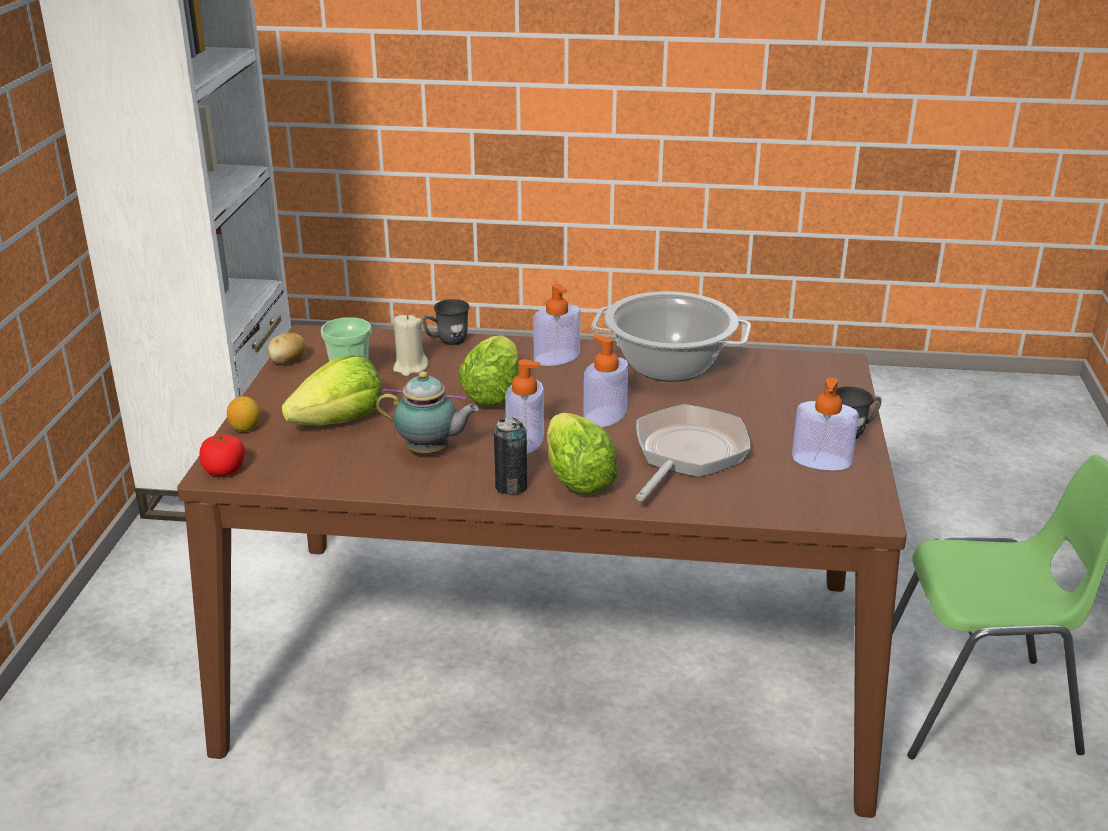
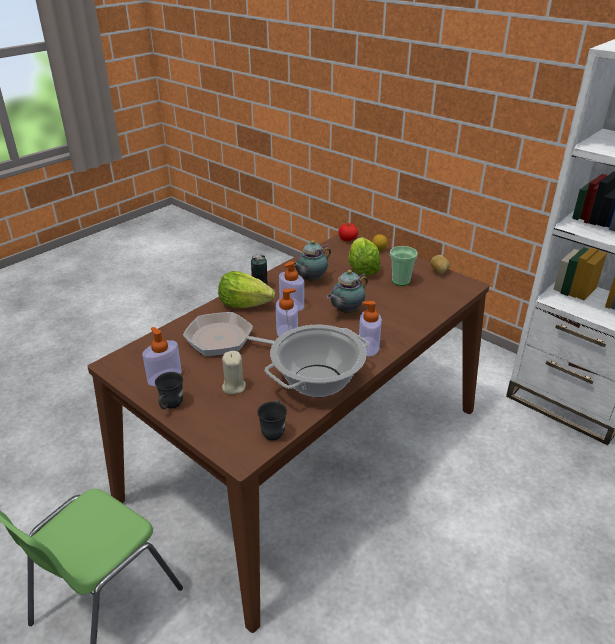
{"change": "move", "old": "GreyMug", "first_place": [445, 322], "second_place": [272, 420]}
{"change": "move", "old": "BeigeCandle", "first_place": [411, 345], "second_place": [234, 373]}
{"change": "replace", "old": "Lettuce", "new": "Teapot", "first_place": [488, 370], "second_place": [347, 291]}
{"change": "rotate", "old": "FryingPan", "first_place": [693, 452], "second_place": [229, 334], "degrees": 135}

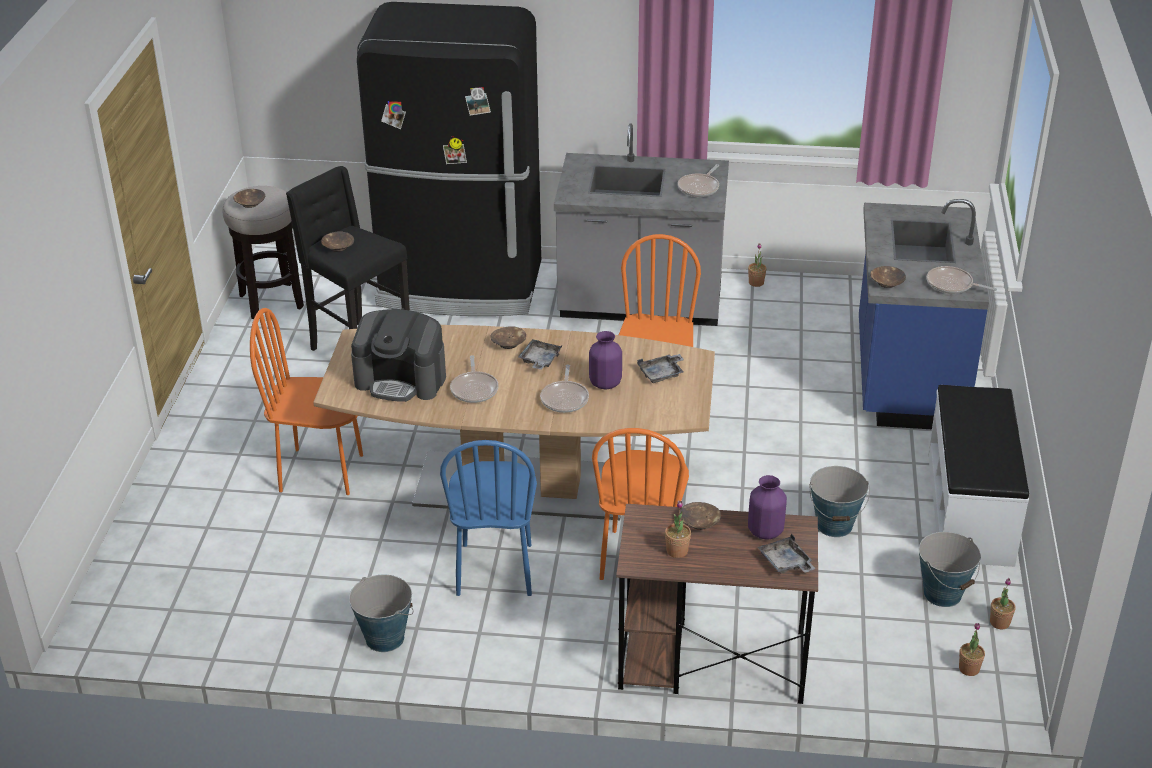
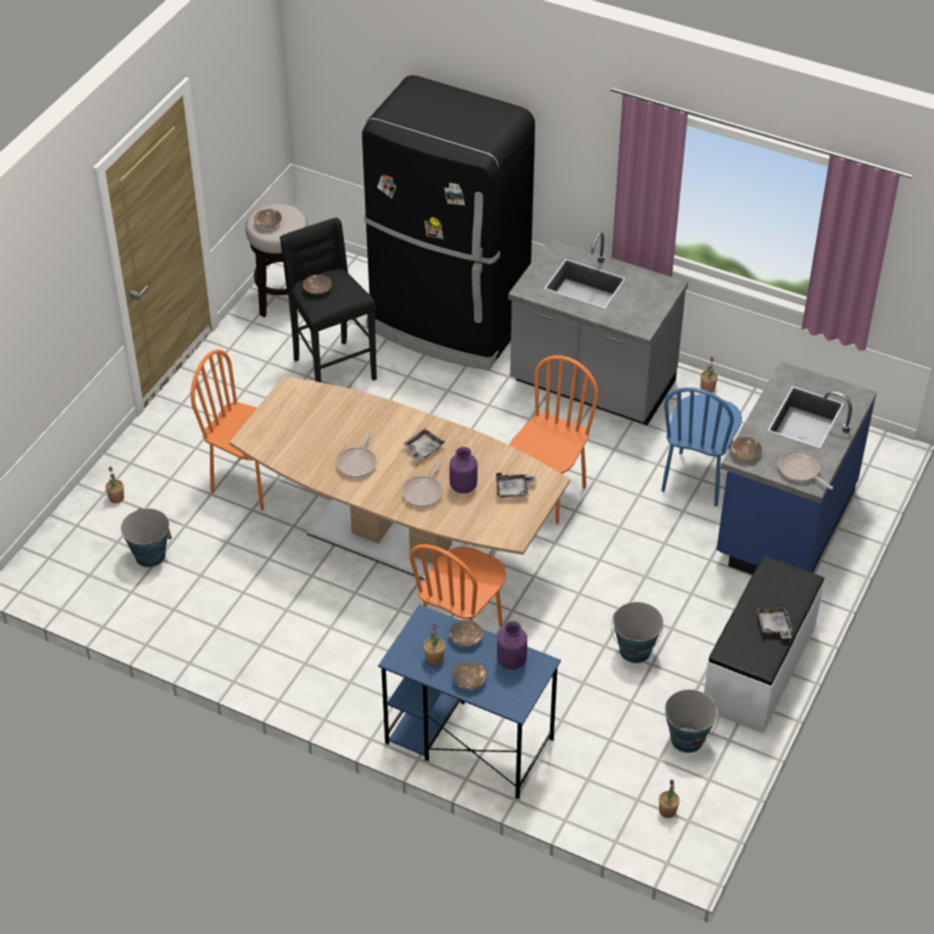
{"change": "delete", "old": "FryingPan", "first_place": [698, 180]}
{"change": "delete", "old": "CoffeeMachine", "first_place": [398, 355]}
{"change": "move", "old": "BrownBowl", "first_place": [508, 337], "second_place": [469, 675]}
{"change": "move", "old": "BlueChair", "first_place": [488, 518], "second_place": [701, 446]}
{"change": "recolor", "old": "BrownDesk", "new": "BlueDesk", "first_place": [717, 604], "second_place": [469, 701]}
{"change": "move", "old": "GreyTray", "first_place": [786, 554], "second_place": [775, 622]}
{"change": "move", "old": "Bucket", "first_place": [381, 613], "second_place": [146, 537]}
{"change": "move", "old": "PottedPlant", "first_place": [1003, 603], "second_place": [114, 485]}

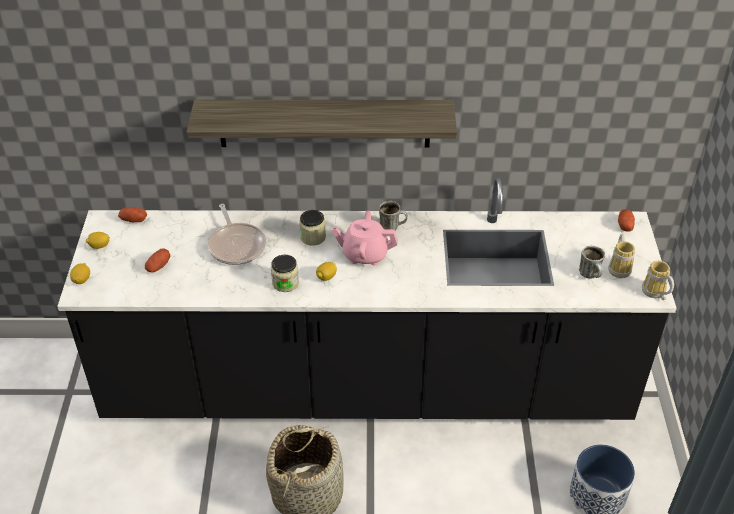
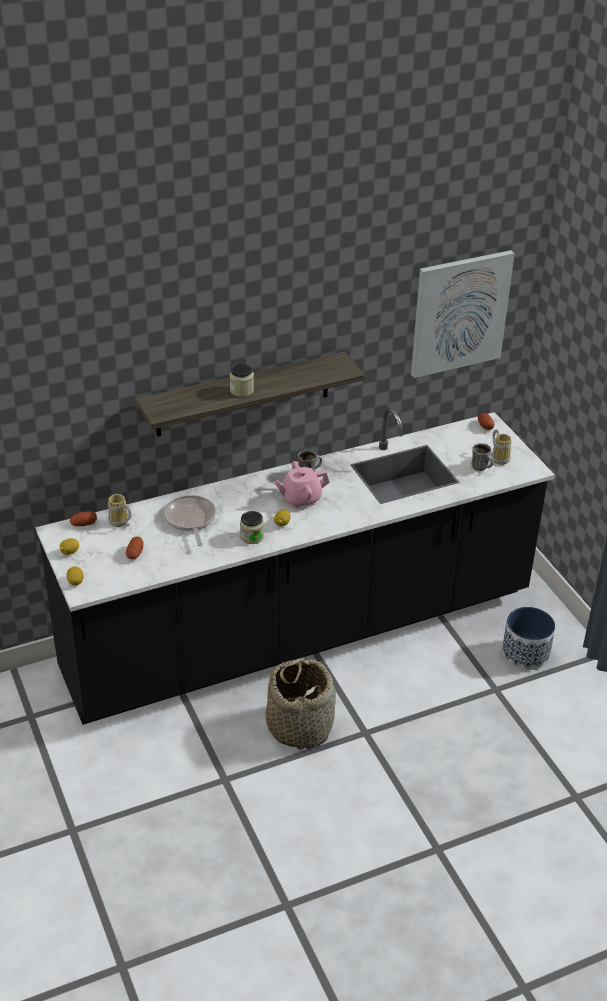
{"change": "rotate", "old": "FryingPan", "first_place": [237, 234], "second_place": [189, 520], "degrees": -150}
{"change": "move", "old": "Jar", "first_place": [312, 228], "second_place": [242, 380]}
{"change": "move", "old": "Mug", "first_place": [658, 280], "second_place": [120, 510]}
{"change": "insert", "new": "Picture", "second_place": [463, 314]}

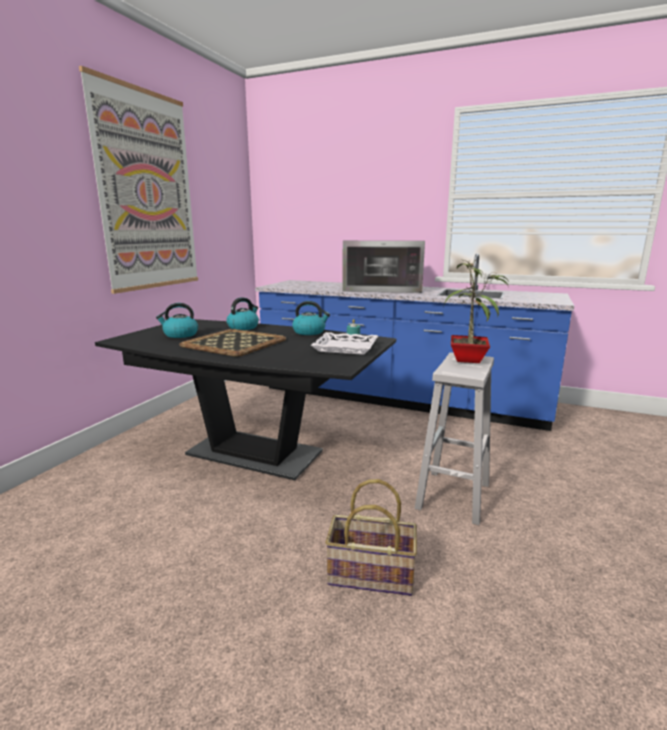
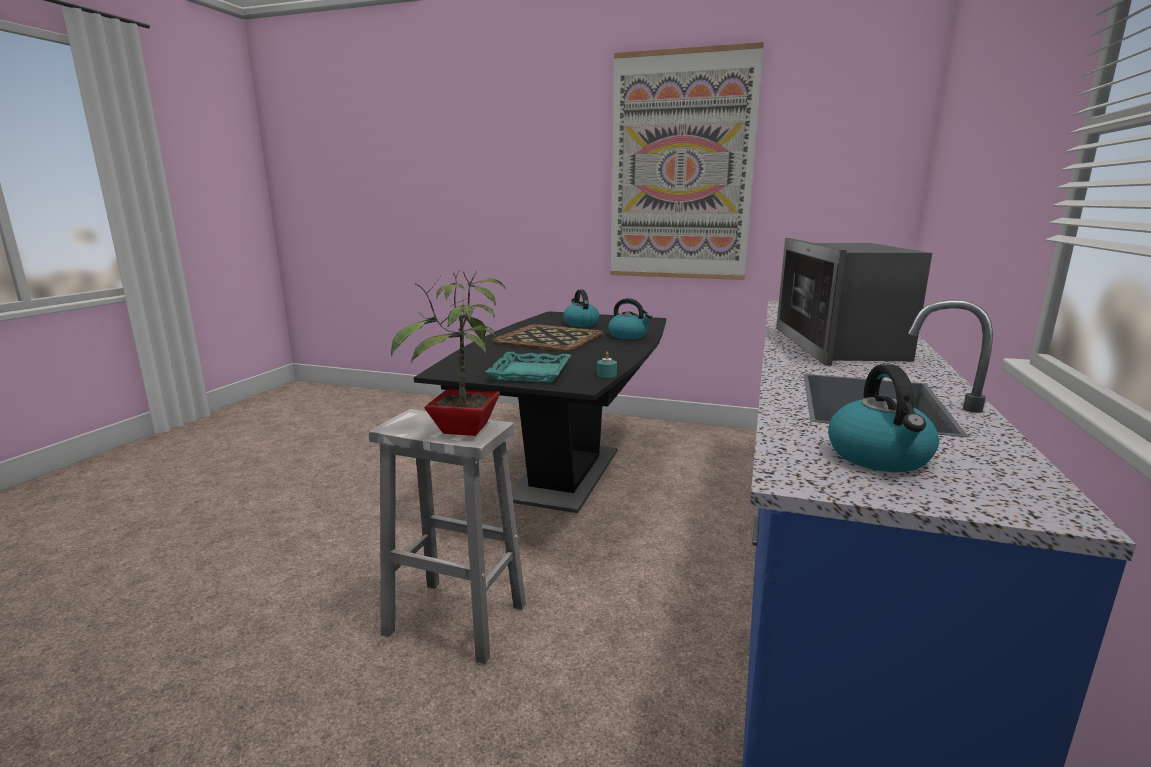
{"change": "move", "old": "Kettle", "first_place": [311, 318], "second_place": [883, 418]}
{"change": "recolor", "old": "WhiteTray", "new": "TurquoiseTray", "first_place": [344, 343], "second_place": [528, 367]}
{"change": "delete", "old": "Basket", "first_place": [371, 537]}

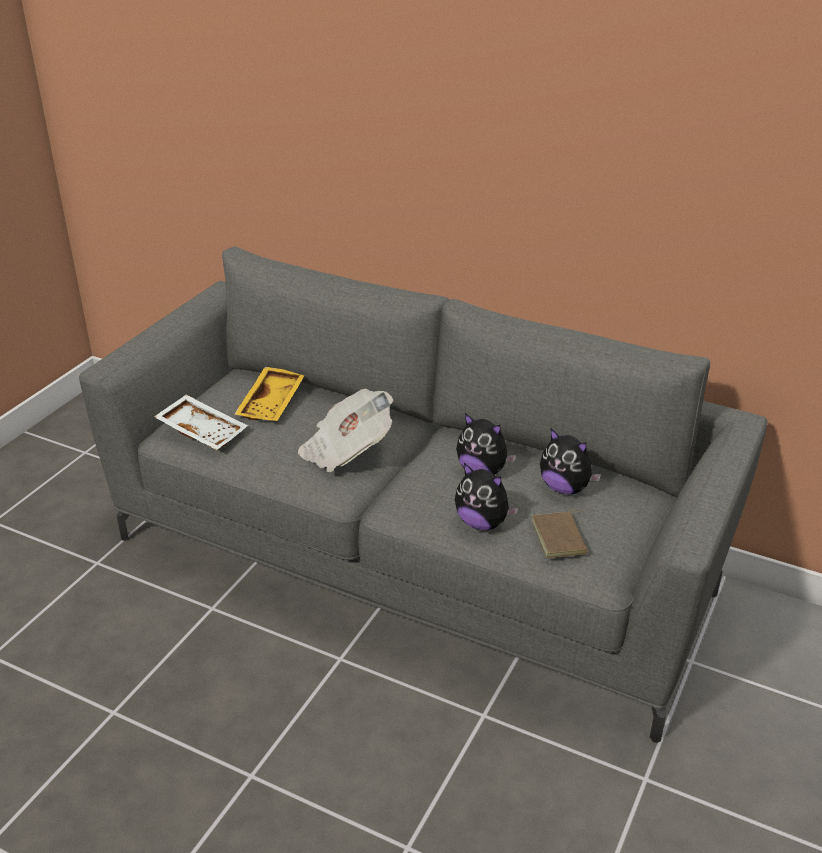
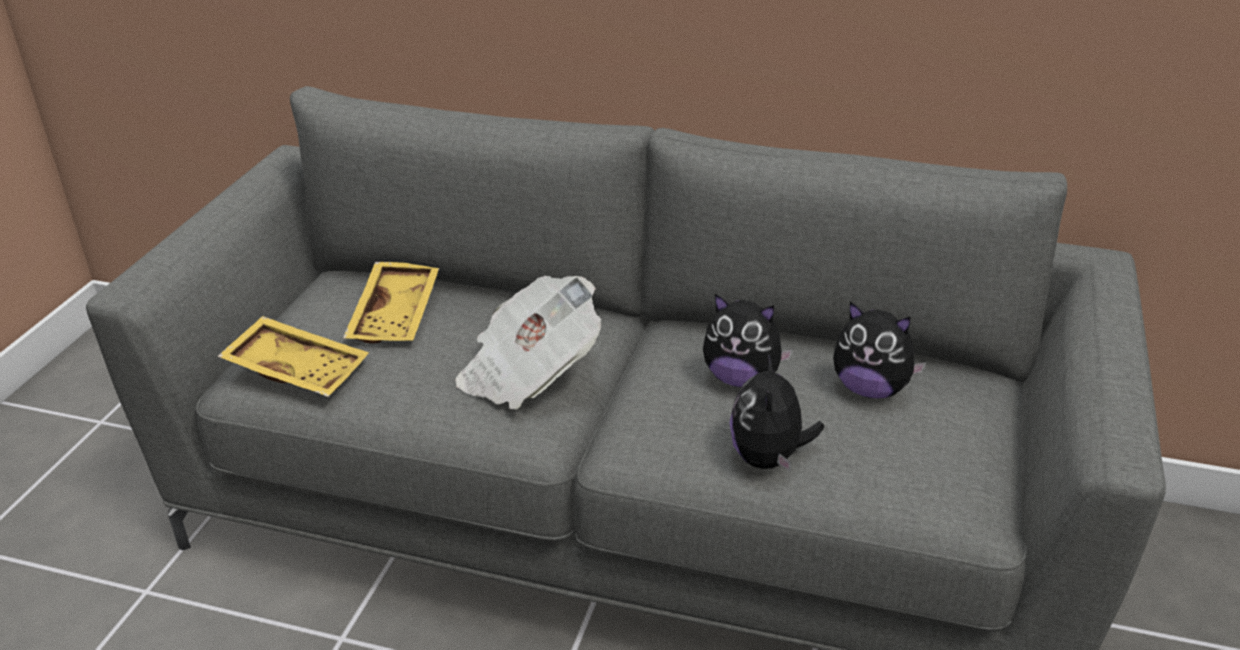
{"change": "recolor", "old": "WhiteTray", "new": "YellowTray", "first_place": [201, 422], "second_place": [293, 356]}
{"change": "rotate", "old": "PlushToy", "first_place": [486, 496], "second_place": [777, 412], "degrees": 75}
{"change": "delete", "old": "BrownBook", "first_place": [560, 533]}

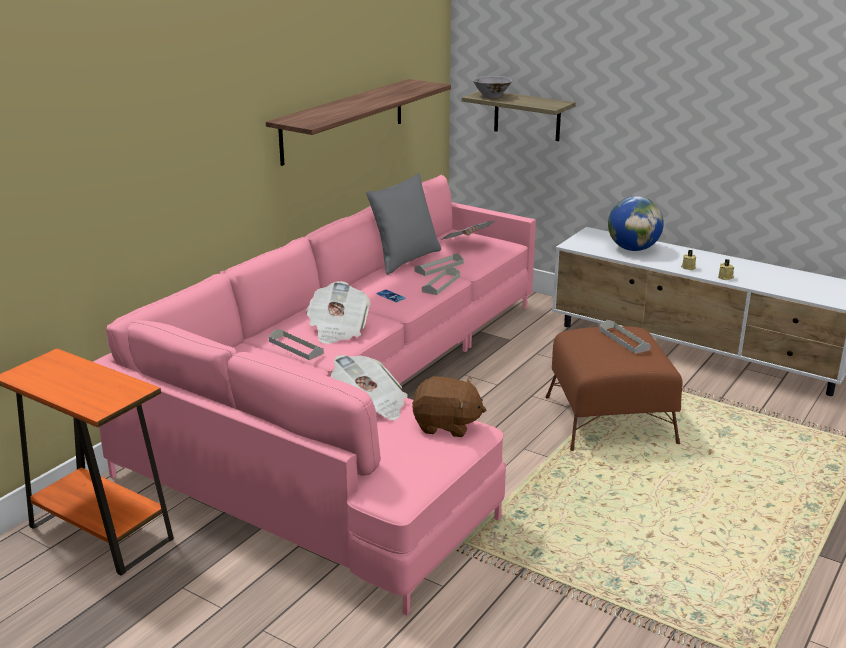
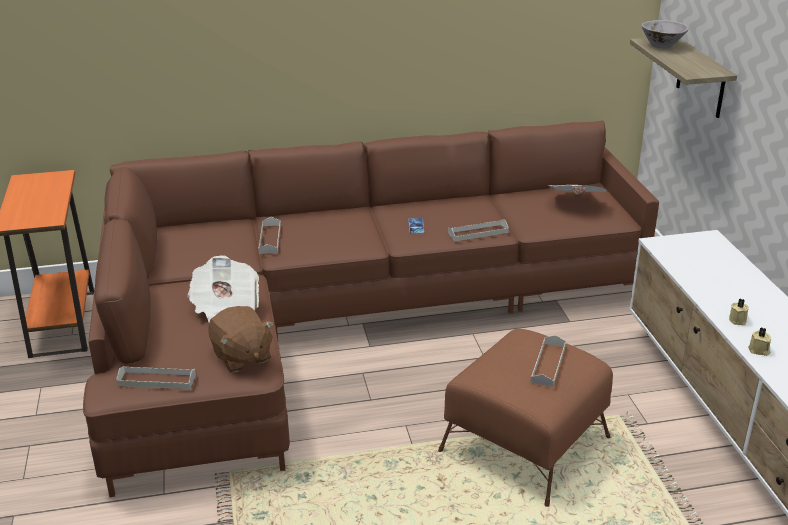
{"change": "delete", "old": "Shelf", "first_place": [358, 122]}
{"change": "delete", "old": "GreyPillow", "first_place": [403, 224]}
{"change": "recolor", "old": "PinkSofa", "new": "BrownSofa", "first_place": [314, 395], "second_place": [371, 309]}
{"change": "delete", "old": "Globe", "first_place": [636, 223]}
{"change": "move", "old": "GreyTray", "first_place": [439, 264], "second_place": [156, 377]}
{"change": "delete", "old": "Newspaper", "first_place": [338, 312]}

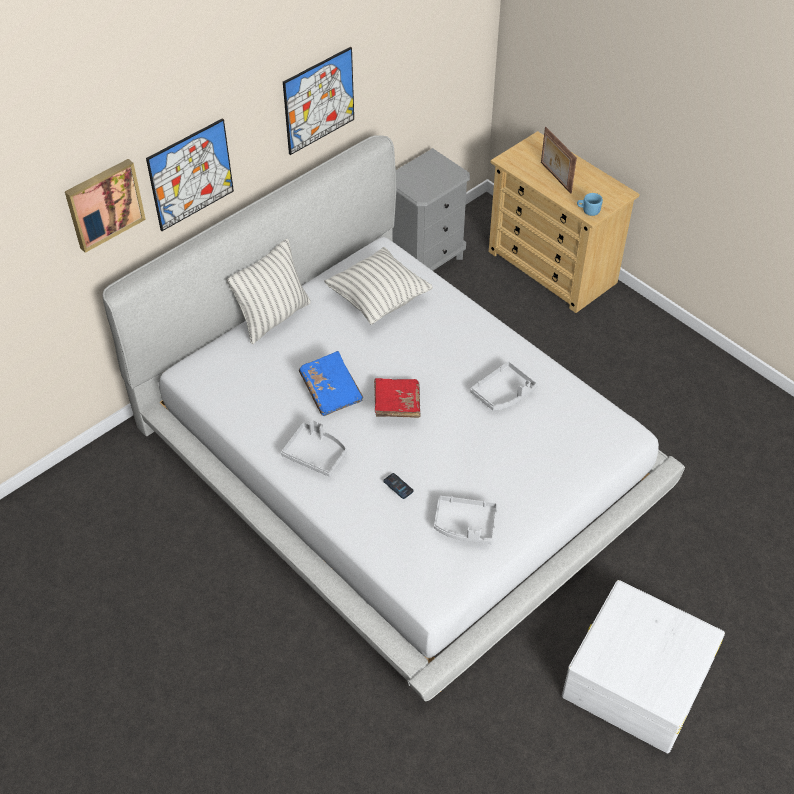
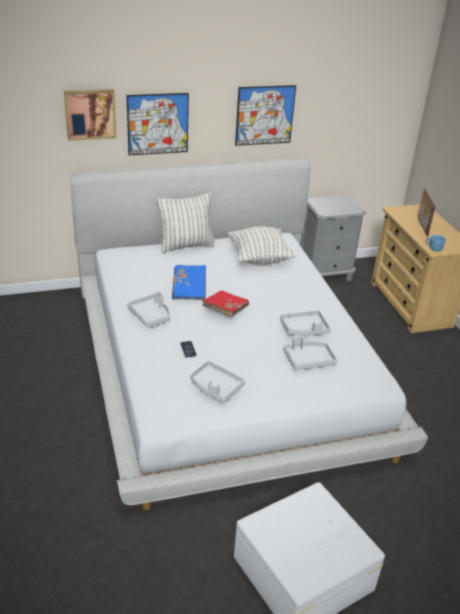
{"change": "insert", "new": "GreyTray", "second_place": [310, 353]}

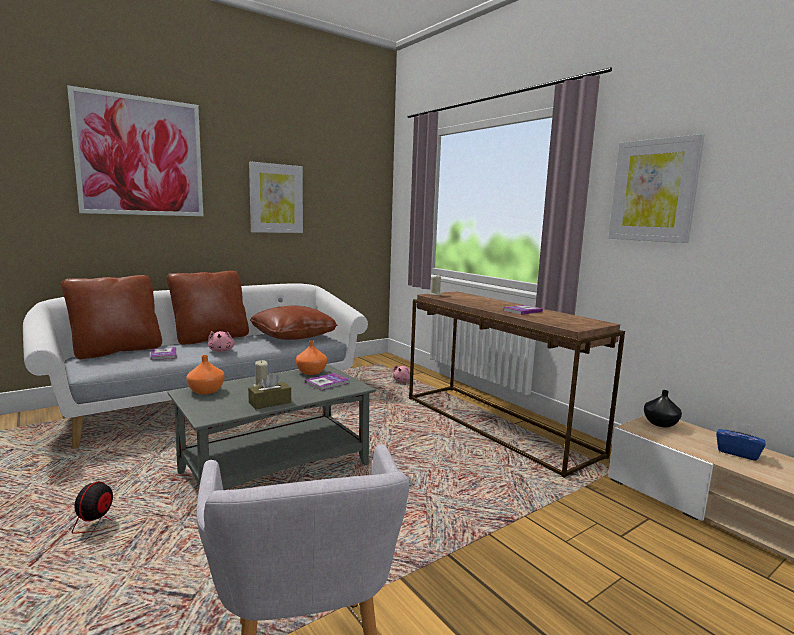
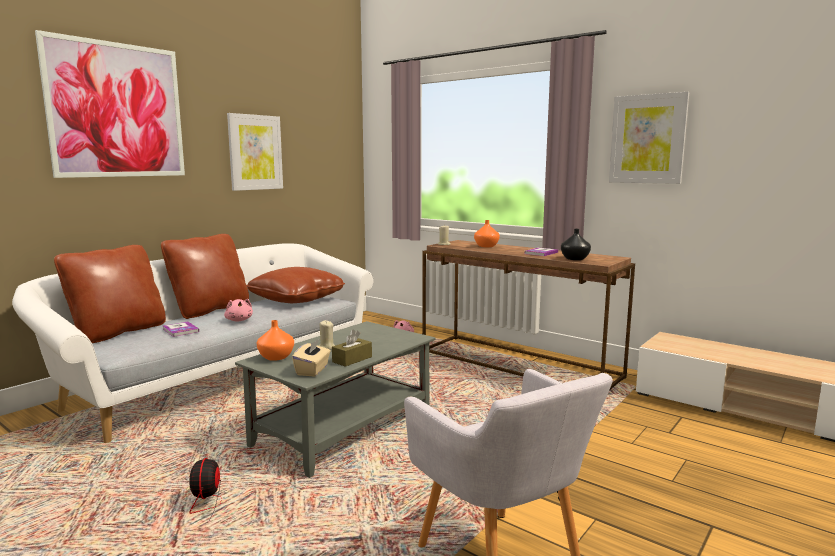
{"change": "move", "old": "OrangeVase", "first_place": [311, 358], "second_place": [487, 233]}
{"change": "delete", "old": "Book", "first_place": [327, 382]}
{"change": "move", "old": "BlackVase", "first_place": [663, 409], "second_place": [576, 244]}
{"change": "delete", "old": "BlueTissueBox", "first_place": [741, 441]}
{"change": "insert", "new": "BeigeTissueBox", "second_place": [311, 358]}

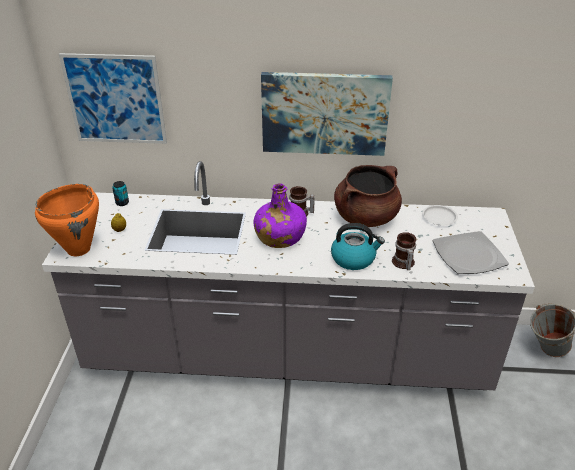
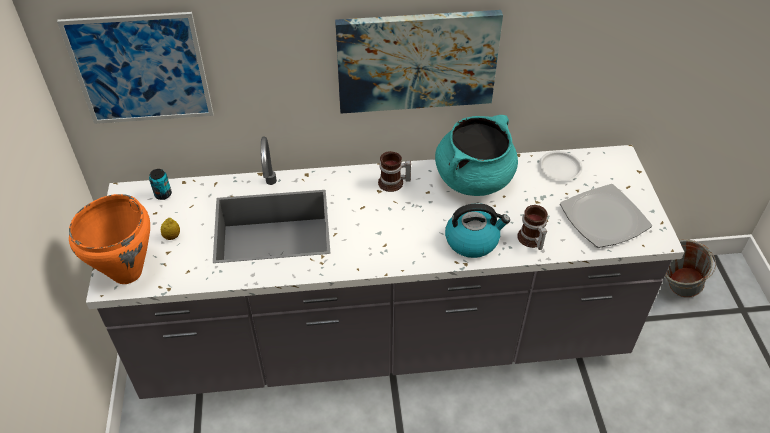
{"change": "recolor", "old": "BrownCookingPot", "new": "TurquoiseCookingPot", "first_place": [368, 196], "second_place": [476, 155]}
{"change": "delete", "old": "PurpleBottle", "first_place": [280, 215]}

